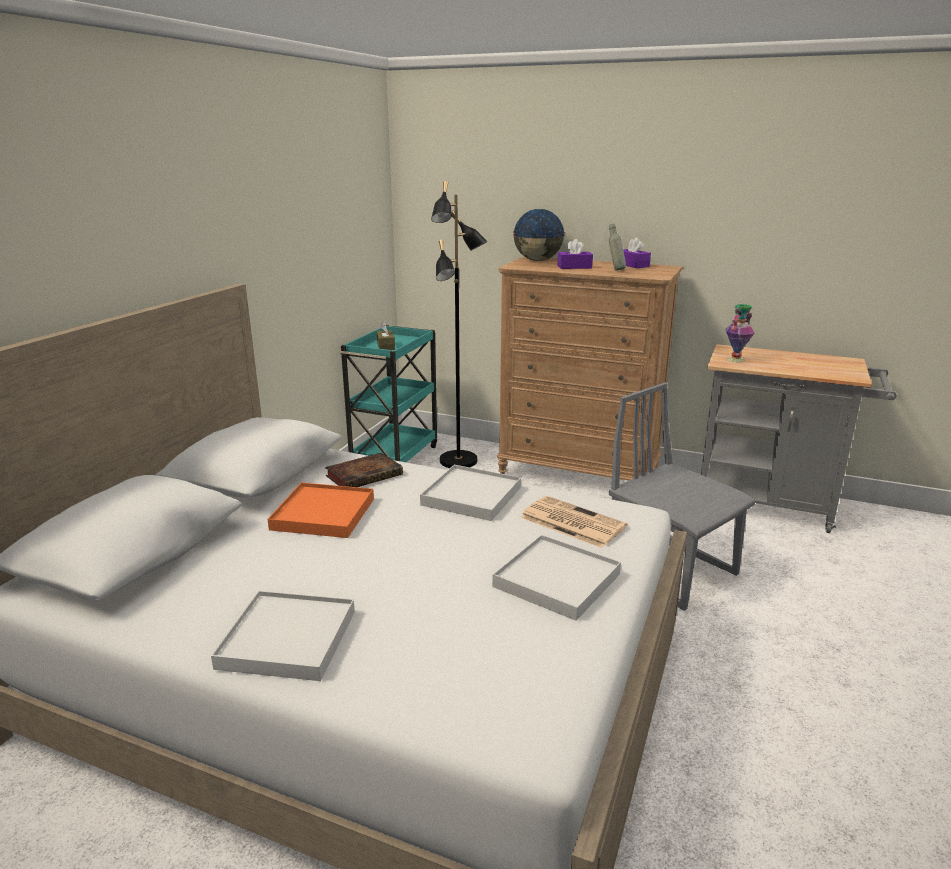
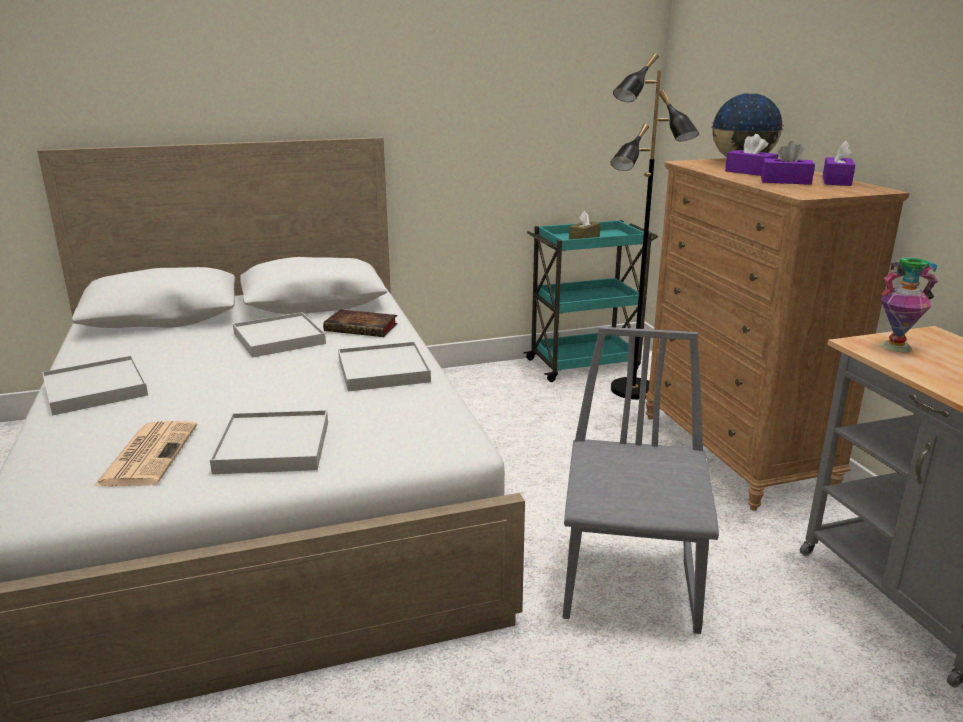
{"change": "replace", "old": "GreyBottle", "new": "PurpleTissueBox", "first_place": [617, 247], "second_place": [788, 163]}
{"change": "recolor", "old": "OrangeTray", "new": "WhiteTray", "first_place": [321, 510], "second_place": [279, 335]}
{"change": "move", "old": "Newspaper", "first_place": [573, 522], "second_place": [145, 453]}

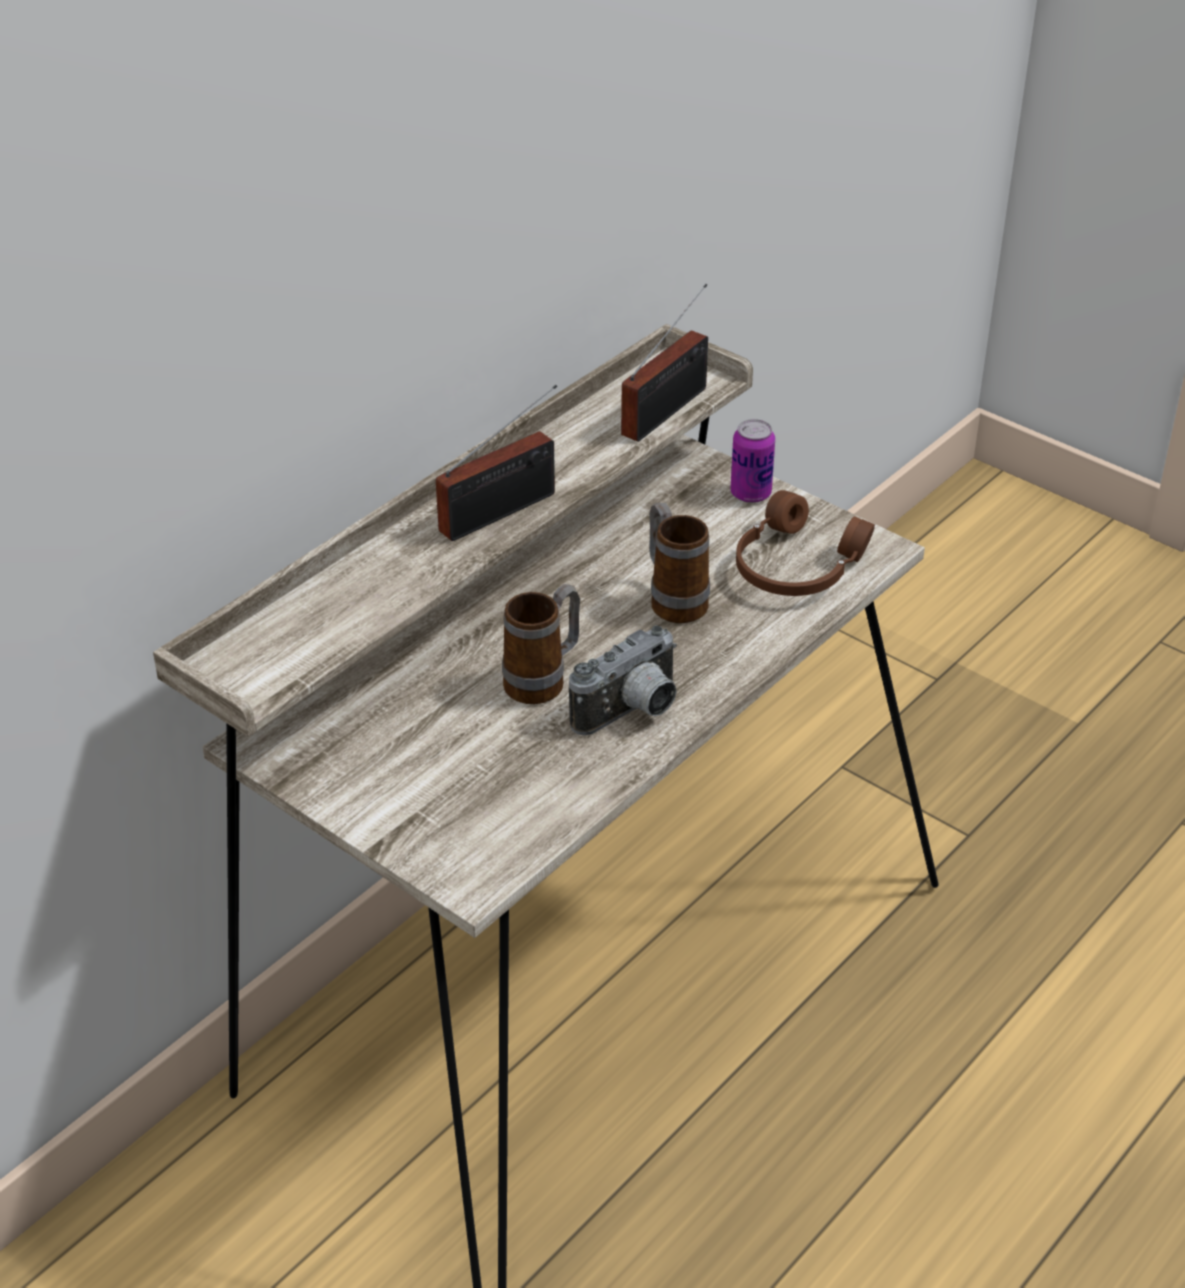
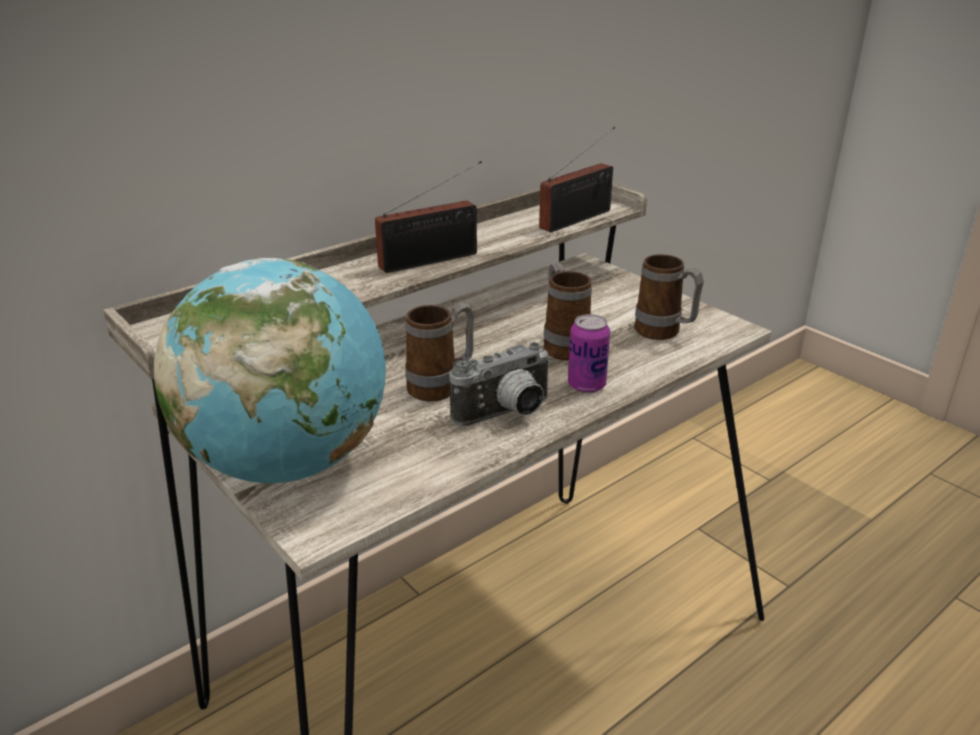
{"change": "move", "old": "Can", "first_place": [753, 461], "second_place": [589, 353]}
{"change": "replace", "old": "BrownHeadphones", "new": "Mug", "first_place": [805, 543], "second_place": [669, 297]}
{"change": "insert", "new": "Globe", "second_place": [270, 370]}

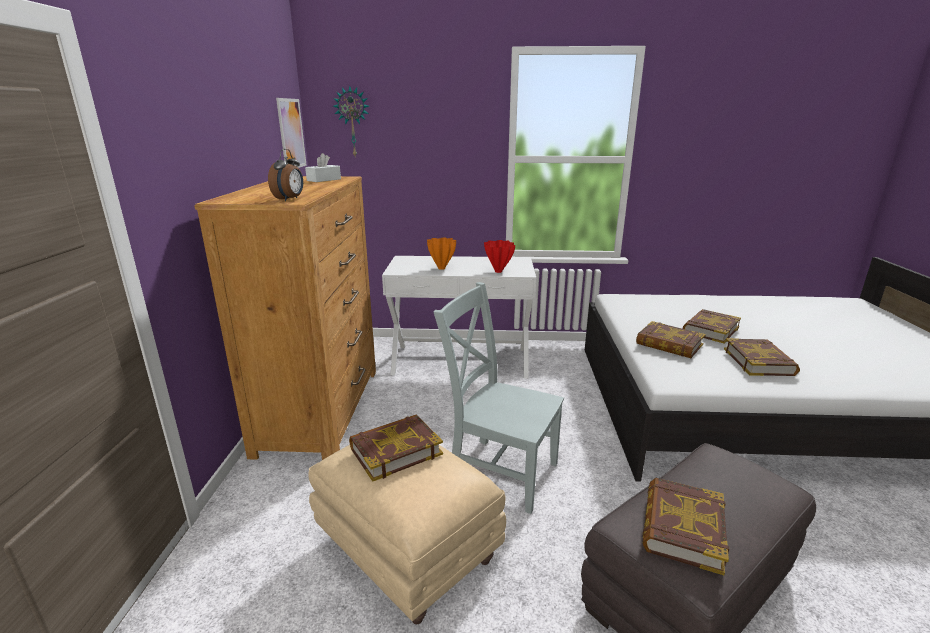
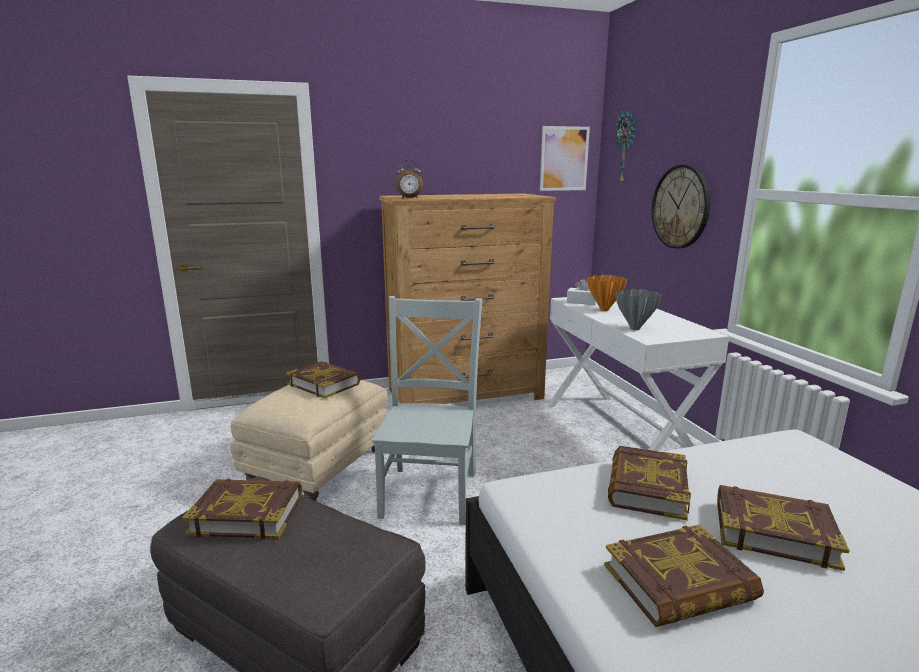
{"change": "move", "old": "WhiteTissueBox", "first_place": [323, 167], "second_place": [582, 291]}
{"change": "recolor", "old": "RedVase", "new": "GreyVase", "first_place": [499, 256], "second_place": [638, 309]}
{"change": "insert", "new": "WallClock", "second_place": [681, 207]}

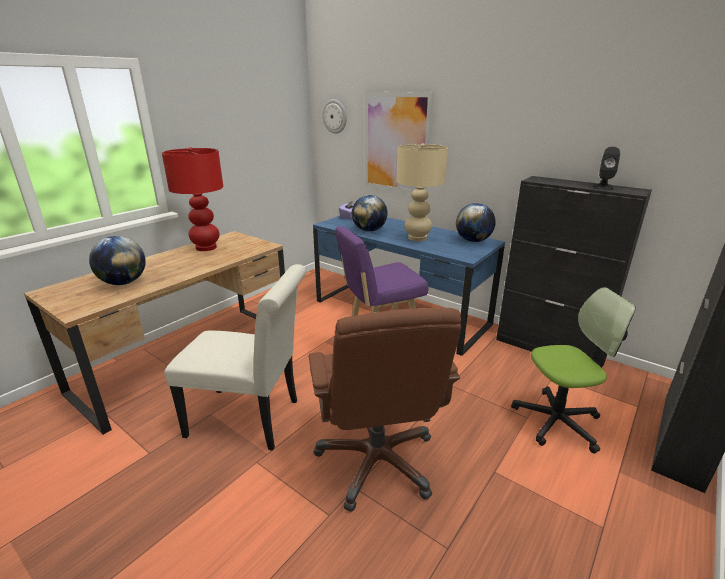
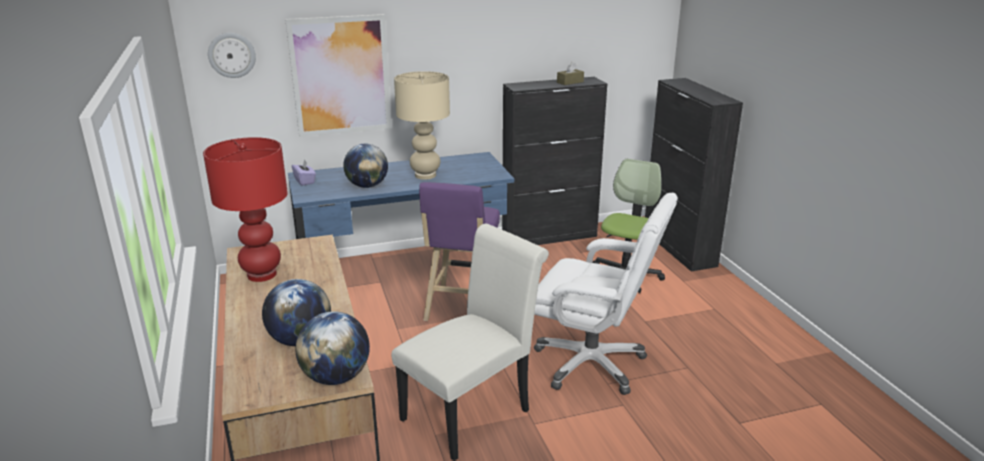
{"change": "replace", "old": "BlackSpeaker", "new": "BrownTissueBox", "first_place": [606, 168], "second_place": [570, 73]}
{"change": "move", "old": "Globe", "first_place": [476, 222], "second_place": [332, 348]}
{"change": "recolor", "old": "BrownOfficeChair", "new": "WhiteOfficeChair", "first_place": [385, 410], "second_place": [606, 294]}

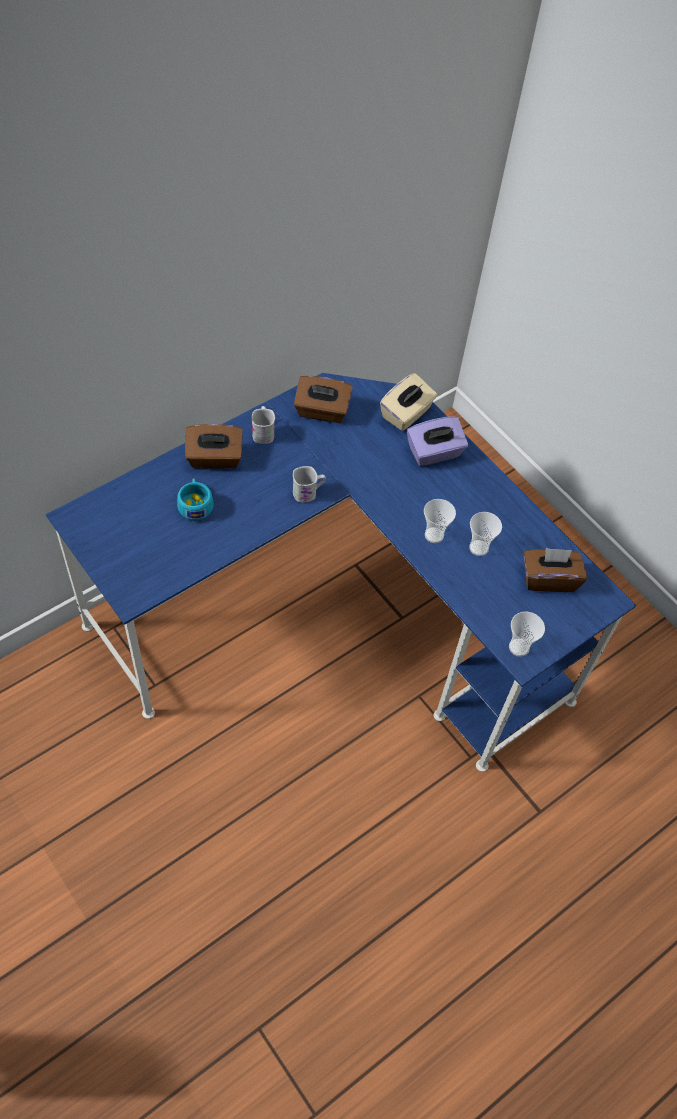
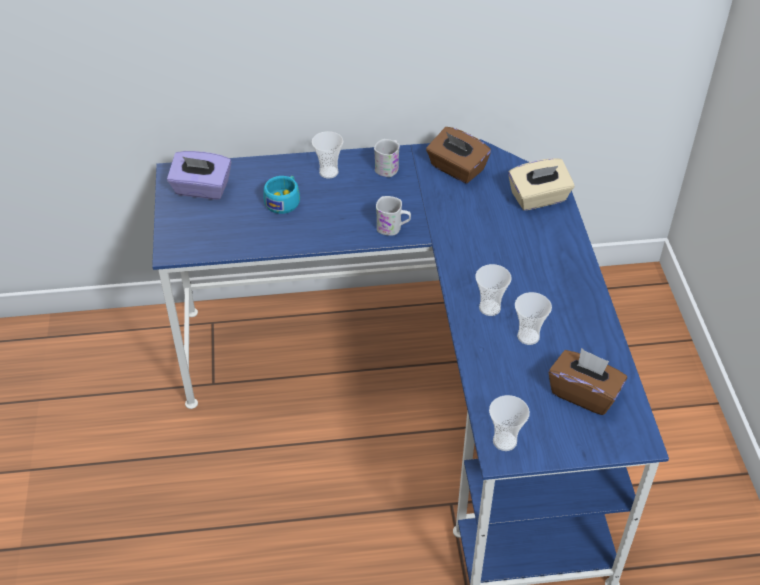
{"change": "move", "old": "PurpleTissueBox", "first_place": [437, 441], "second_place": [199, 175]}
{"change": "replace", "old": "BrownTissueBox", "new": "Cup", "first_place": [214, 446], "second_place": [327, 155]}

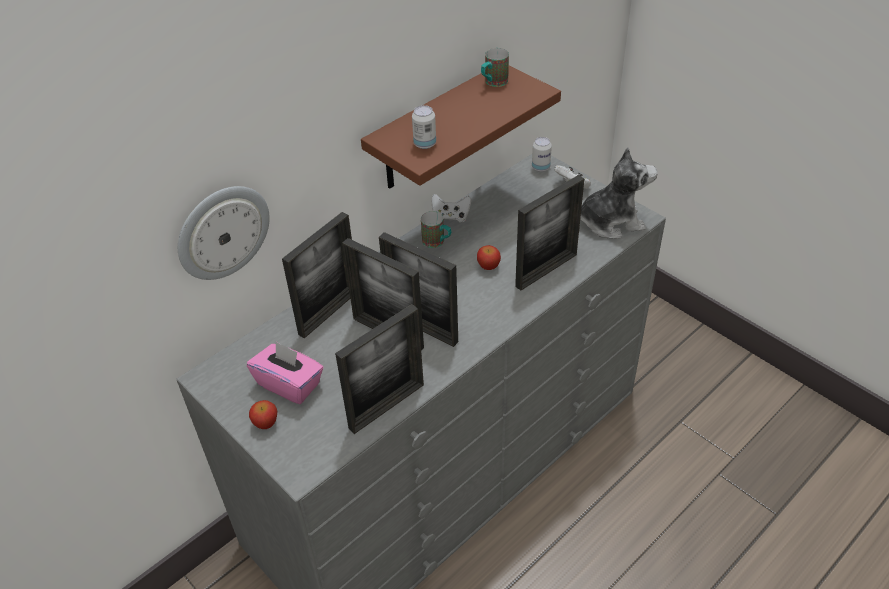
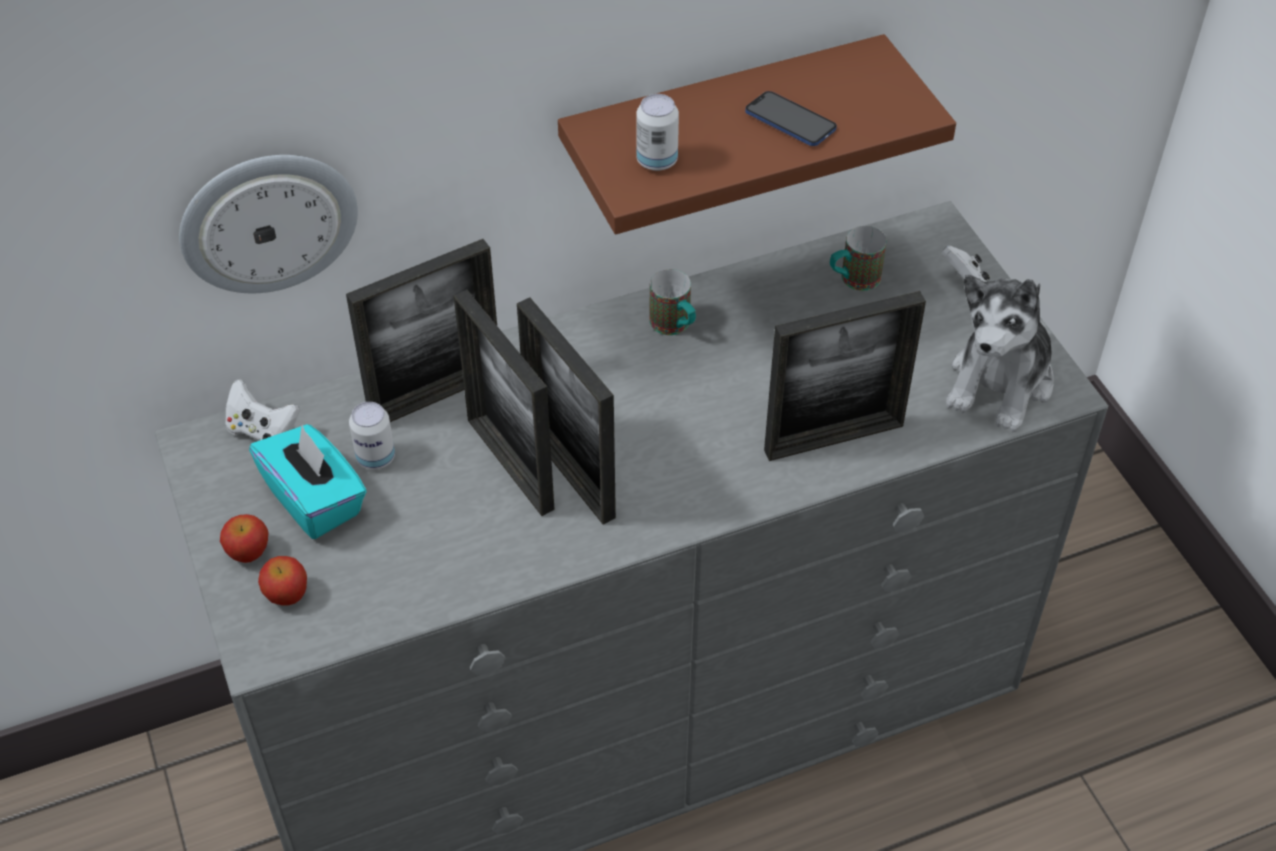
{"change": "move", "old": "Mug", "first_place": [495, 67], "second_place": [858, 258]}
{"change": "move", "old": "Can", "first_place": [542, 154], "second_place": [372, 436]}
{"change": "rotate", "old": "PlushToy", "first_place": [619, 193], "second_place": [1000, 353], "degrees": 105}
{"change": "move", "old": "WhiteGameController", "first_place": [451, 208], "second_place": [263, 410]}
{"change": "move", "old": "Apple", "first_place": [489, 257], "second_place": [282, 581]}
{"change": "delete", "old": "PictureFrame", "first_place": [379, 369]}
{"change": "recolor", "old": "PinkTissueBox", "new": "TurquoiseTissueBox", "first_place": [285, 372], "second_place": [308, 481]}
{"change": "insert", "new": "Phone", "second_place": [791, 118]}

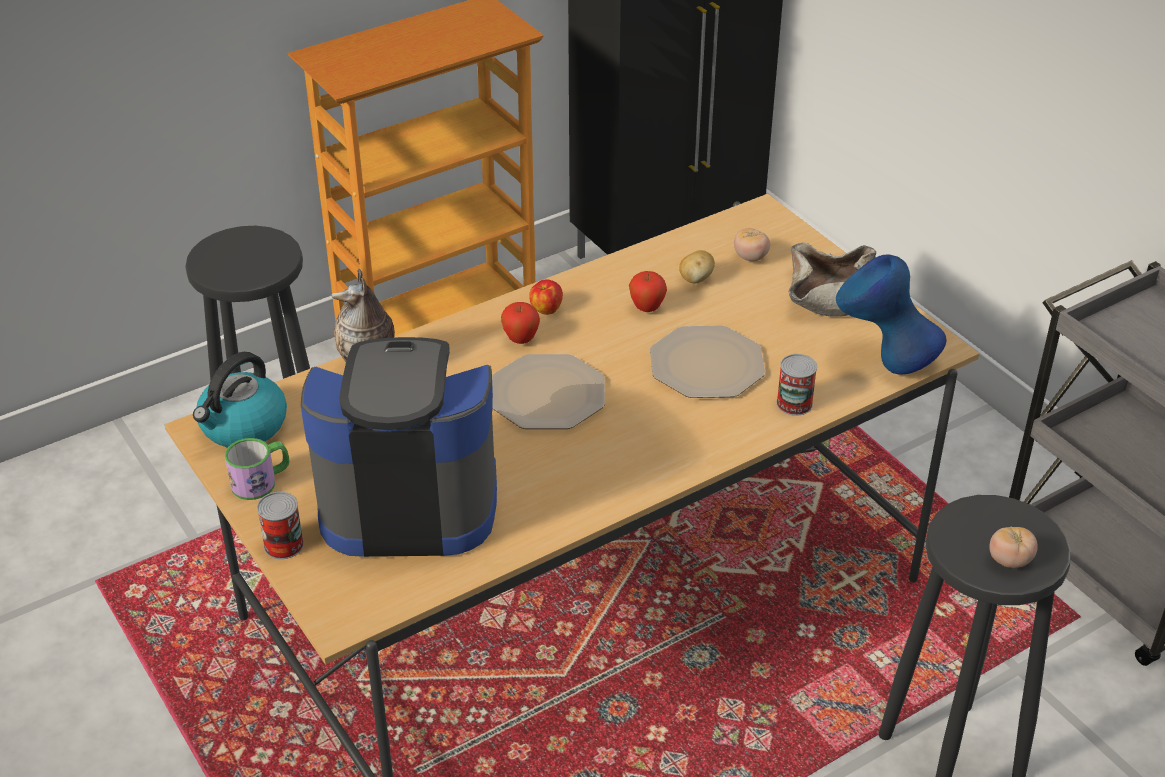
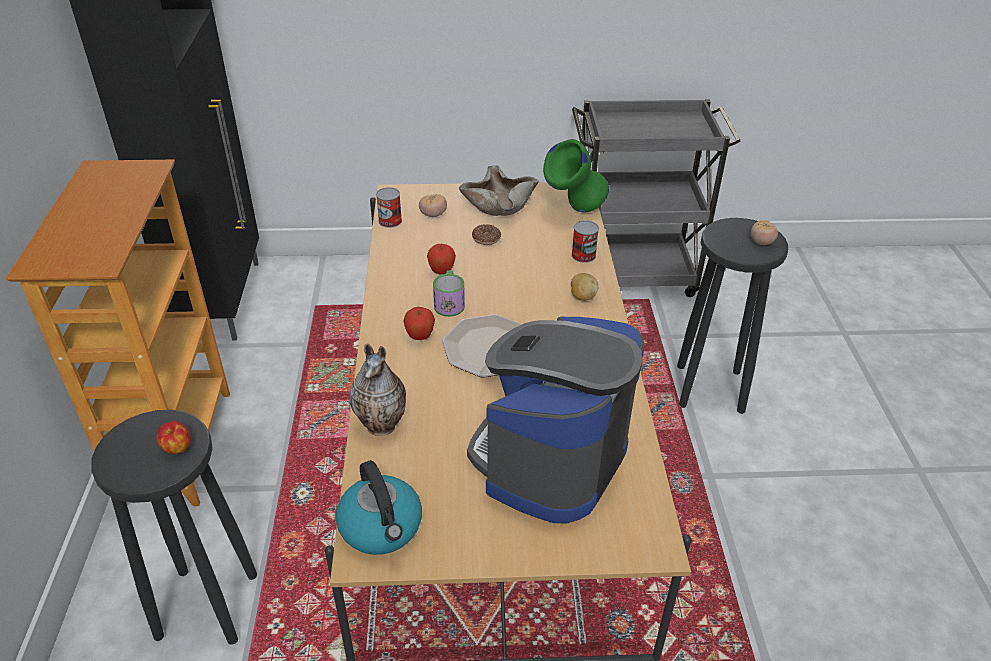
{"change": "move", "old": "Potato", "first_place": [697, 266], "second_place": [584, 287]}
{"change": "recolor", "old": "BlueVase", "new": "GreenVase", "first_place": [891, 315], "second_place": [576, 175]}
{"change": "move", "old": "Apple", "first_place": [546, 297], "second_place": [174, 437]}
{"change": "delete", "old": "Plate", "first_place": [707, 361]}
{"change": "move", "old": "Mug", "first_place": [257, 469], "second_place": [449, 293]}
{"change": "move", "old": "Can", "first_place": [280, 525], "second_place": [389, 207]}
{"change": "insert", "new": "Donut", "second_place": [486, 234]}

